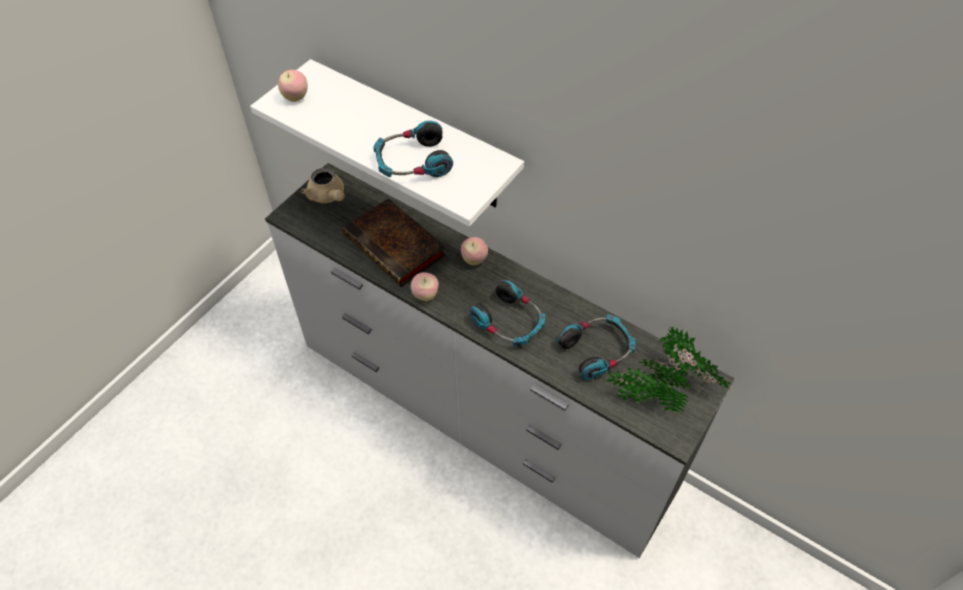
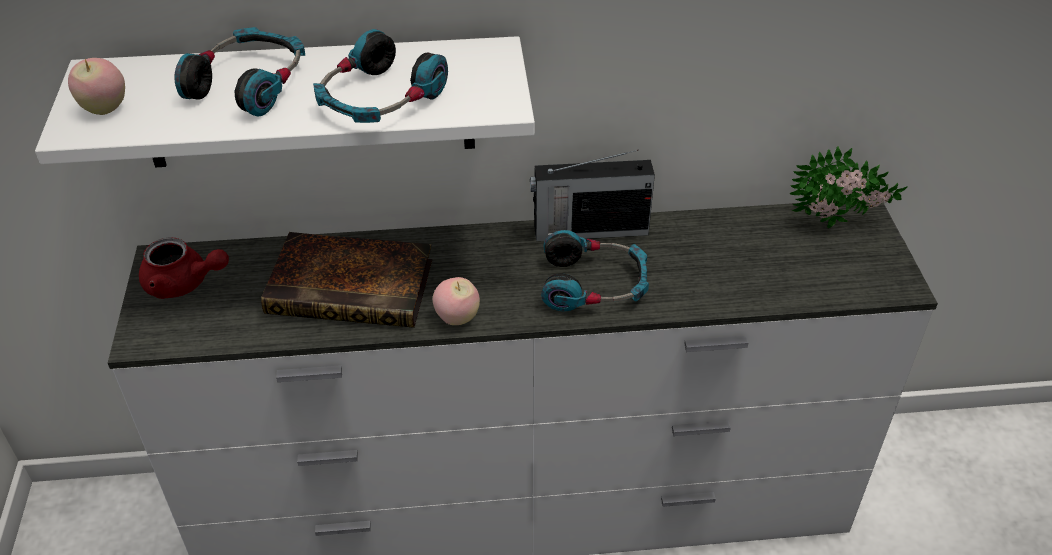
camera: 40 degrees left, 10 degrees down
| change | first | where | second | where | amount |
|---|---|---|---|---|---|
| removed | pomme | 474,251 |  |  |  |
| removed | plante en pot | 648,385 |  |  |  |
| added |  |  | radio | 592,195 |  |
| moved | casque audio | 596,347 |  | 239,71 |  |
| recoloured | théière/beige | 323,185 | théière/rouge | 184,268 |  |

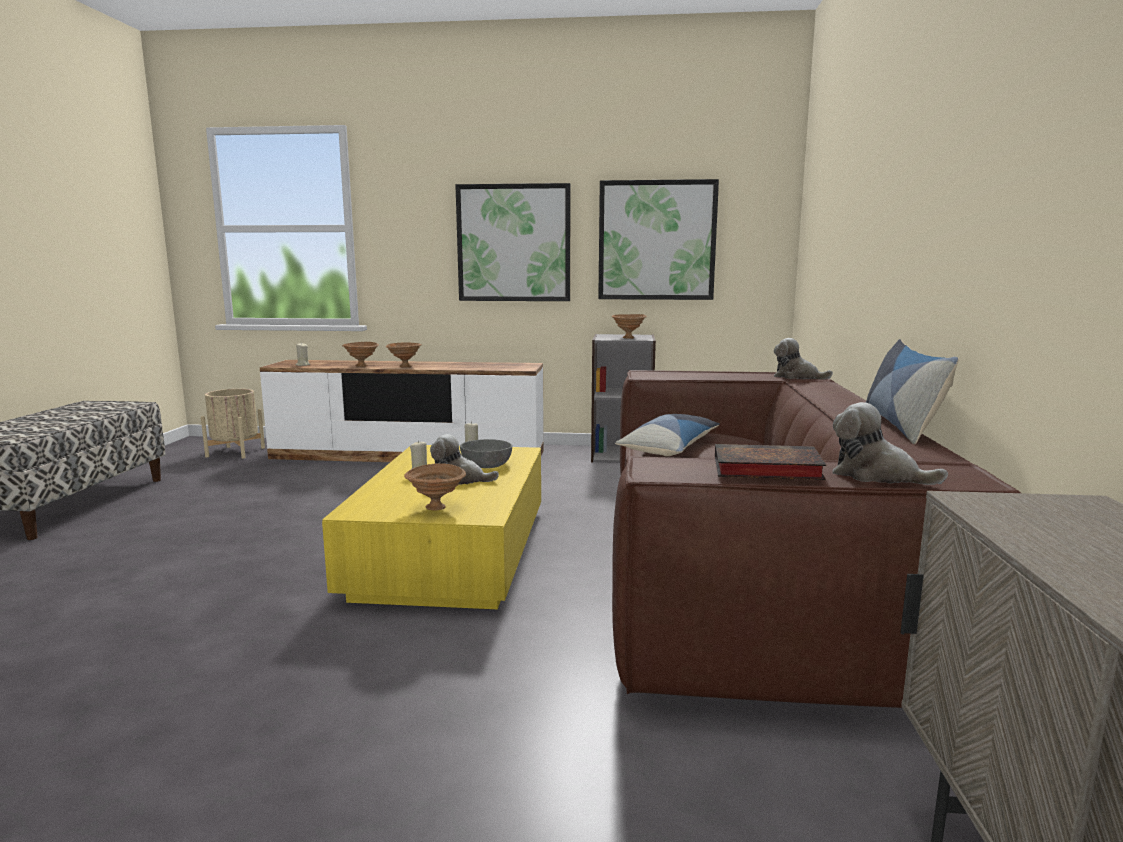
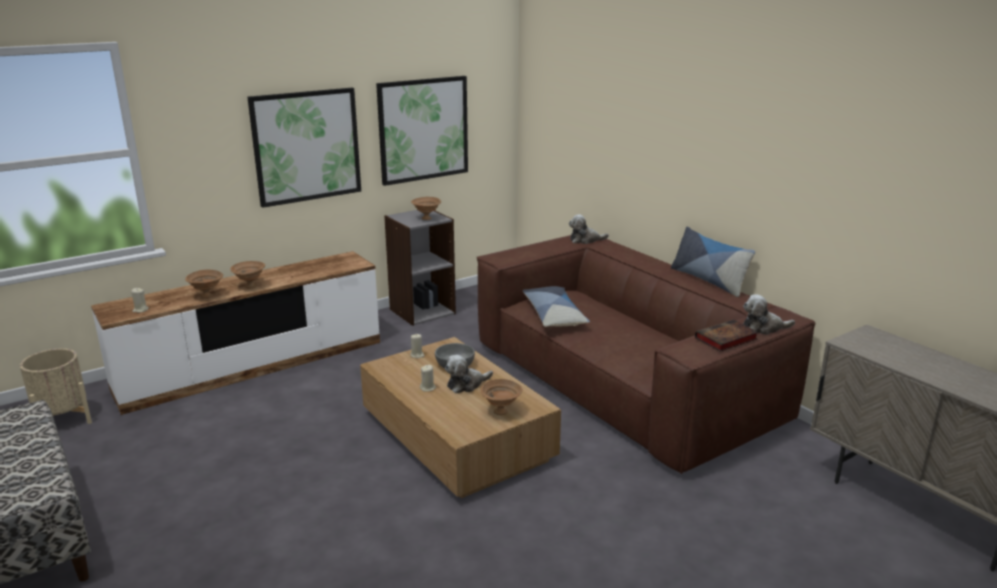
camera: 40 degrees left, 10 degrees up
| change | first | where | second | where | amount |
|---|---|---|---|---|---|
| recoloured | table basse/jaune | 431,527 | table basse/marron | 460,417 |  |

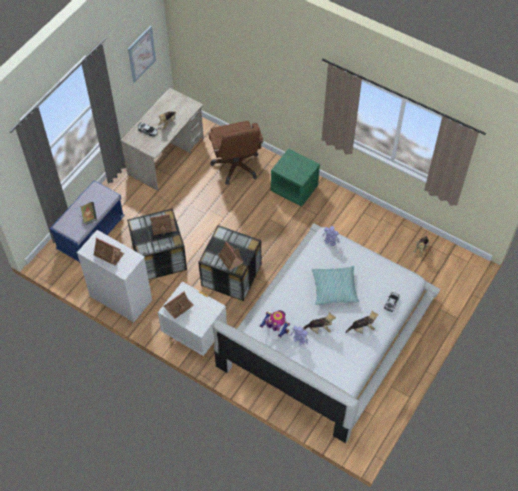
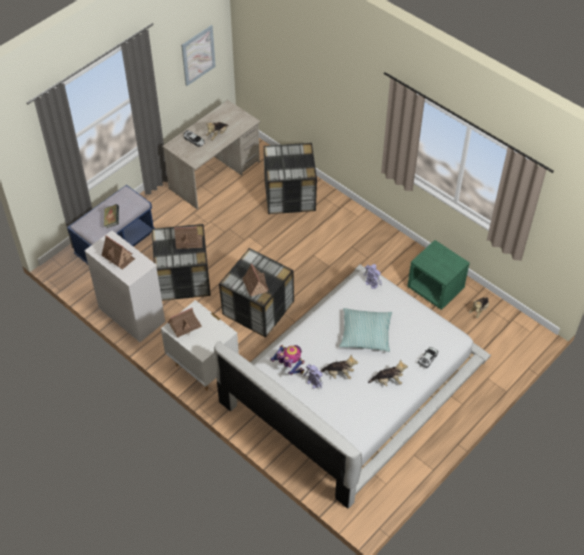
camera: 10 degrees right, 5 degrees down
| change | first | where | second | where | amount |
|---|---|---|---|---|---|
| moved | table de chevet/vert | 295,177 |  | 438,275 |  |
| replaced | chaise de bureau/marron | 236,153 | boîte de rangement | 290,178 |  |

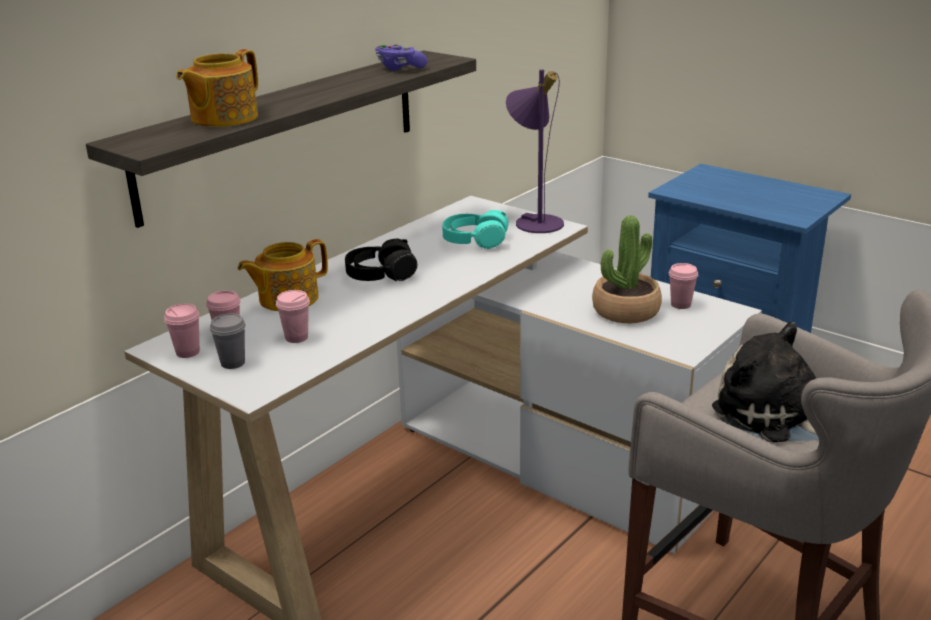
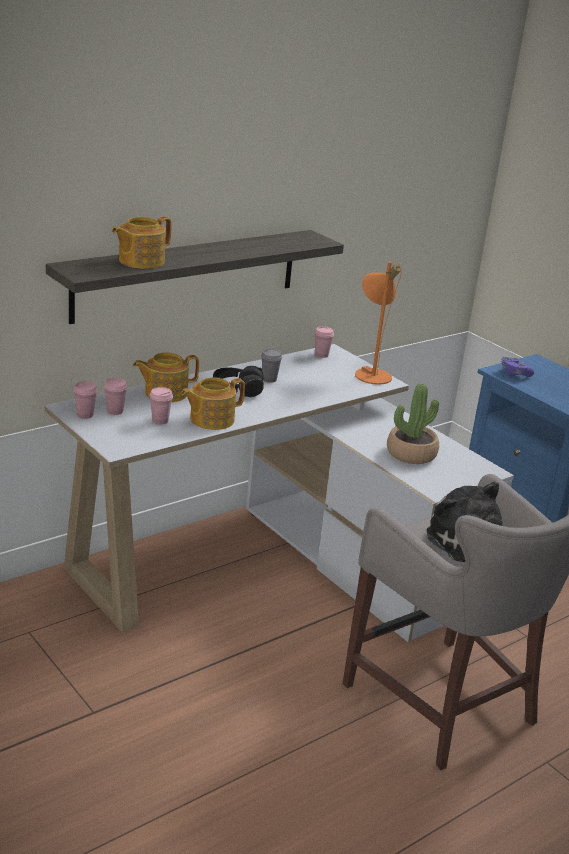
camera: 10 degrees right, 0 degrees up
| change | first | where | second | where | amount |
|---|---|---|---|---|---|
| removed | casque audio/turquoise | 475,229 |  |  |  |
| added |  |  | théière | 213,403 |  |
| moved | tasse/gris | 228,341 |  | 271,366 |  |
| moved | manette/violet | 401,57 |  | 517,367 |  |
| moved | tasse/rose | 683,286 |  | 324,342 |  |
| recoloured | lampe de table/violet | 535,151 | lampe de table/orange | 378,323 |  |

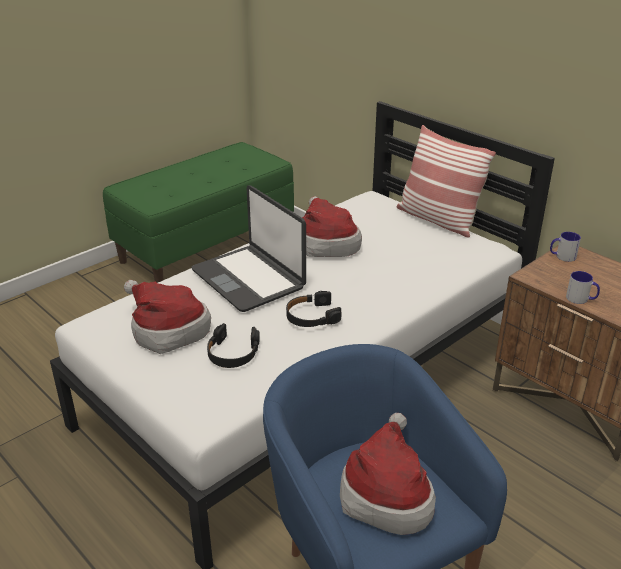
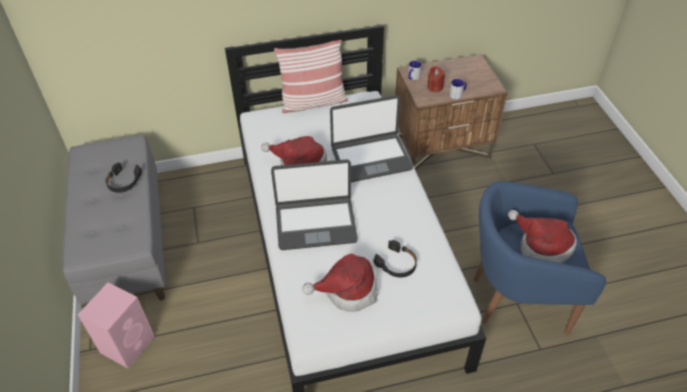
camera: 60 degrees left, 15 degrees up
| change | first | where | second | where | amount |
|---|---|---|---|---|---|
| added |  |  | enceinte/rose | 116,325 |  |
| added |  |  | ordinateur portable | 371,138 |  |
| added |  |  | bougie/rouge | 436,79 |  |
| moved | casque audio/noir | 314,309 |  | 124,177 |  |
| recoloured | banc/vert | 198,212 | banc/gris | 113,219 |  |

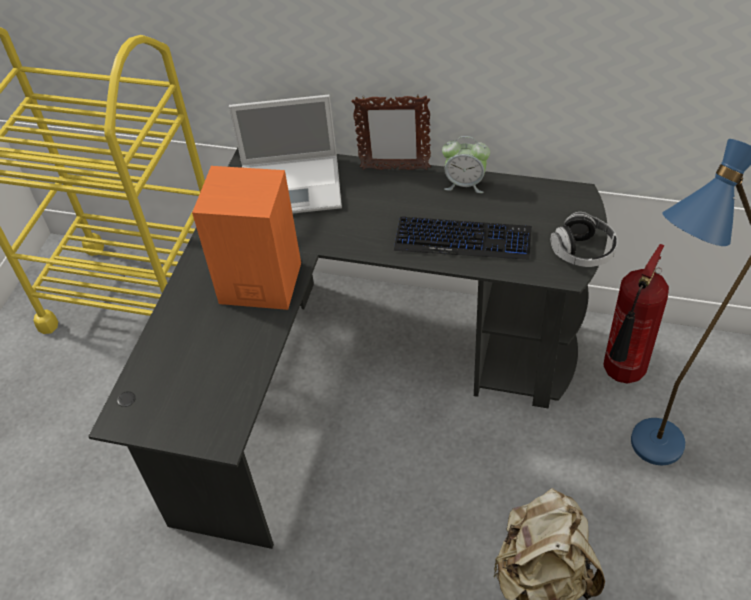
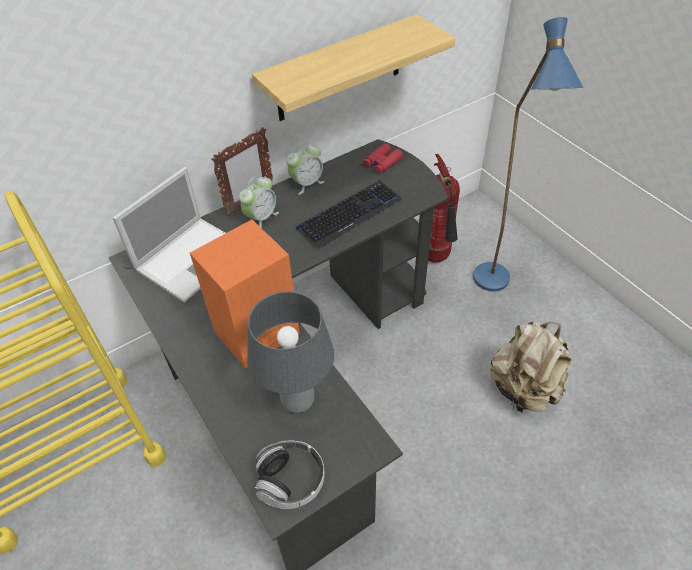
camera: 50 degrees left, 0 degrees up
| change | first | where | second | where | amount |
|---|---|---|---|---|---|
| added |  |  | réveil | 259,202 |  |
| added |  |  | lampe de table/gris | 290,352 |  |
| added |  |  | étagère | 354,67 |  |
| added |  |  | jumelles/rouge | 383,158 |  |
| moved | casque audio | 583,239 |  | 289,474 |  |

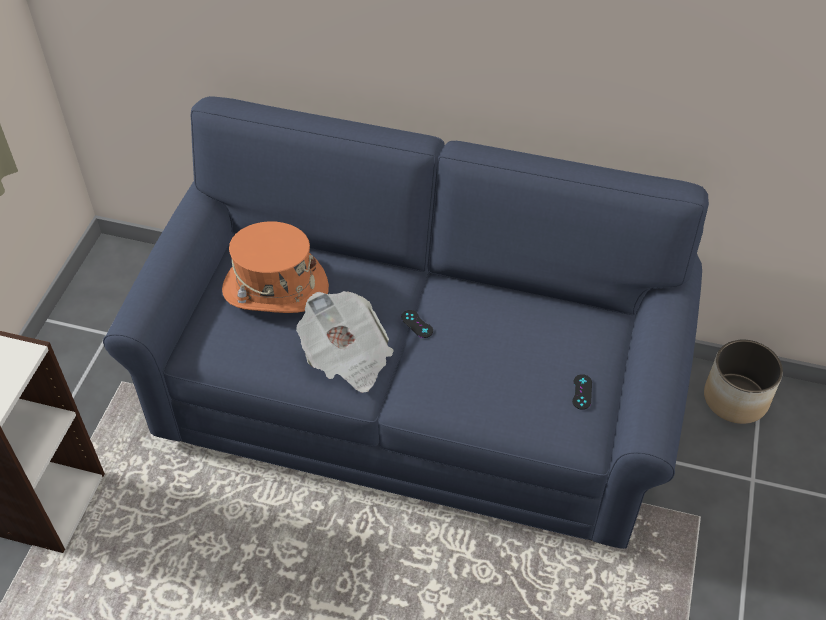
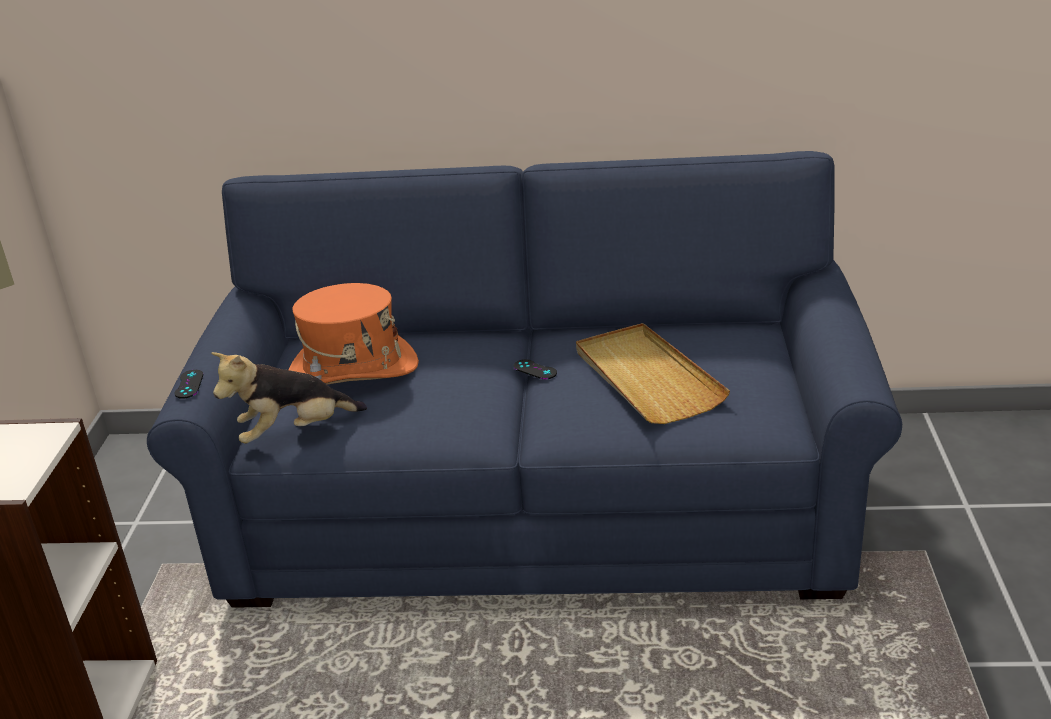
camera: 10 degrees left, 20 degrees down
| change | first | where | second | where | amount |
|---|---|---|---|---|---|
| removed | journal | 345,342 |  |  |  |
| removed | cache-pot | 743,382 |  |  |  |
| added |  |  | peluche | 289,398 |  |
| added |  |  | plateau/beige | 653,373 |  |
| moved | manette/noir | 582,392 |  | 188,384 |  |

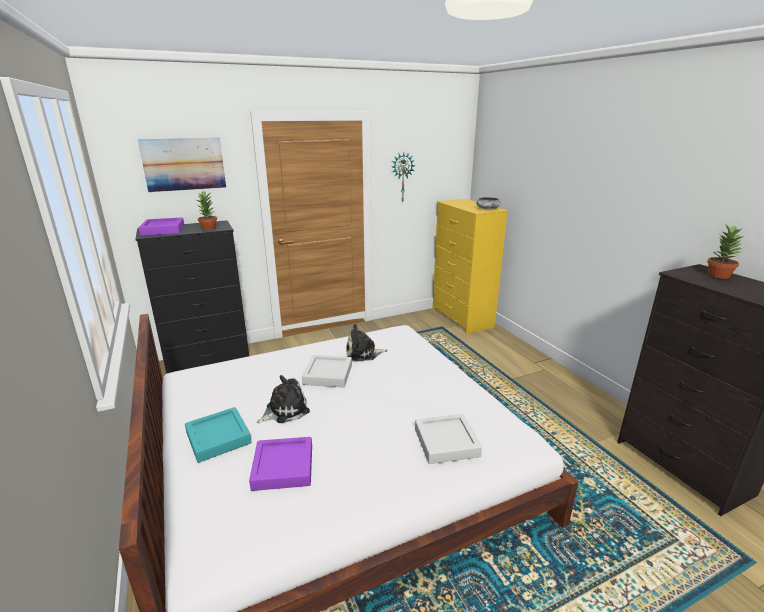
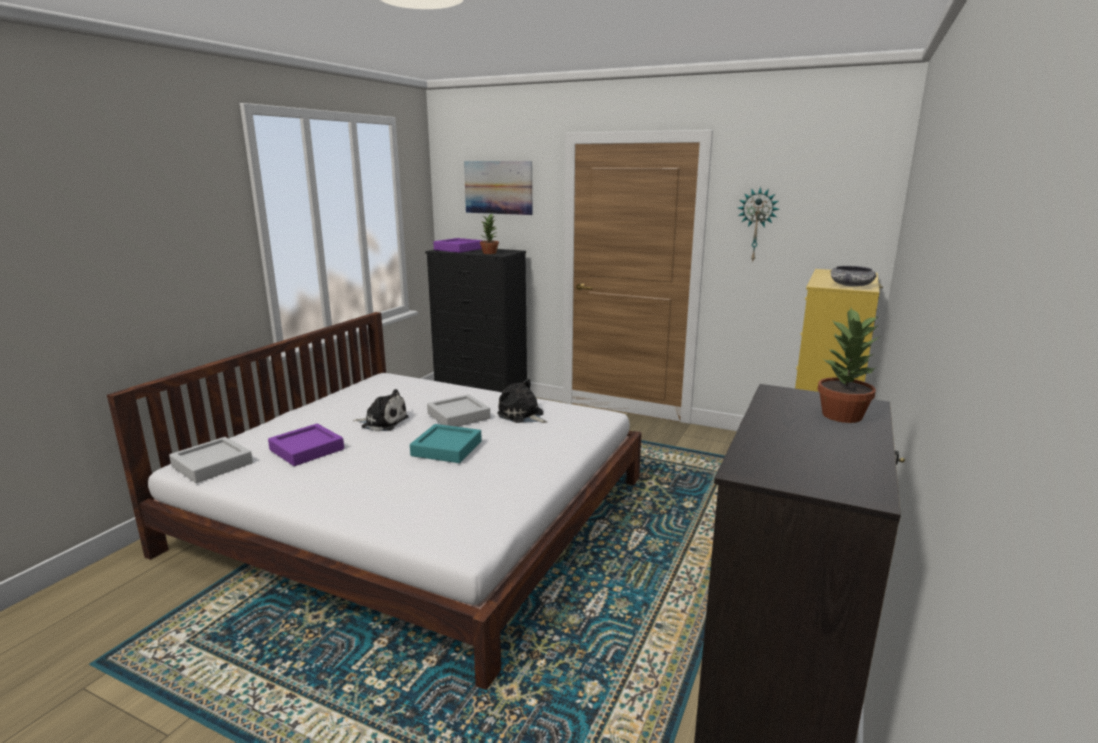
camera: 50 degrees right, 5 degrees down
| change | first | where | second | where | amount |
|---|---|---|---|---|---|
| moved | plateau/turquoise | 218,435 |  | 446,443 |  |
| moved | plateau/gris | 448,439 |  | 211,460 |  |

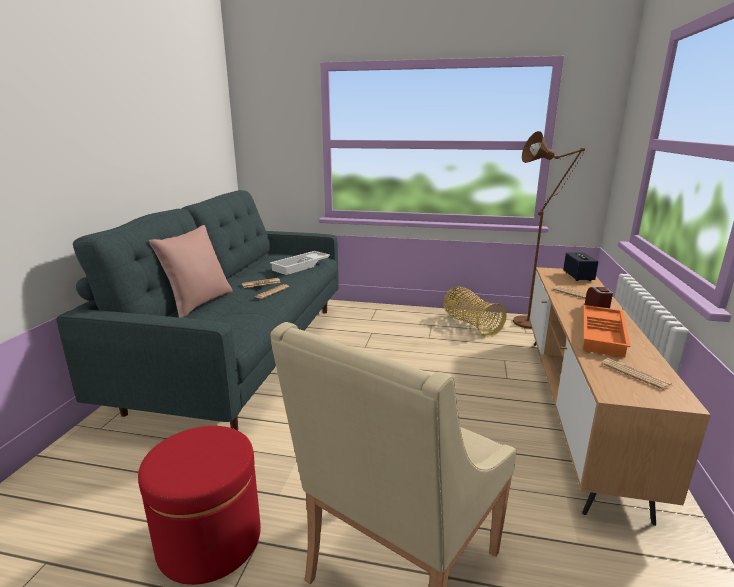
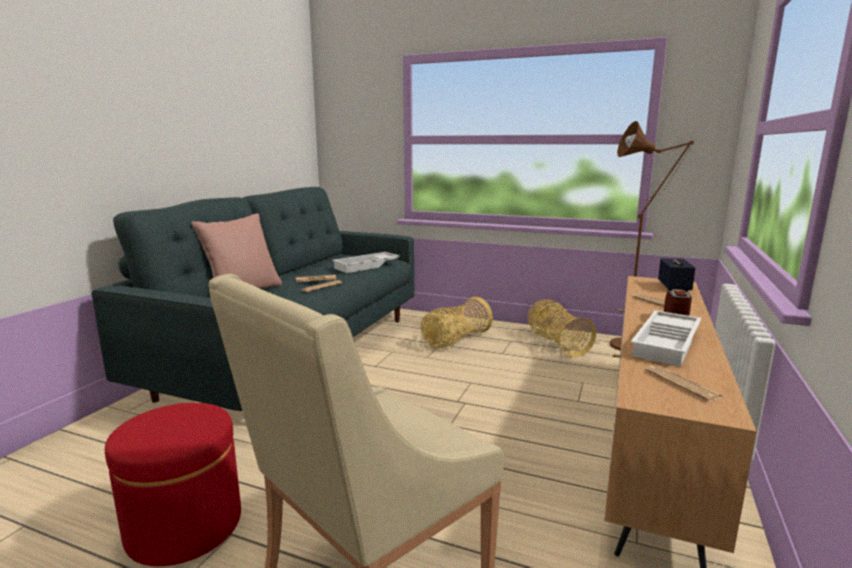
camera: 10 degrees right, 5 degrees down
| change | first | where | second | where | amount |
|---|---|---|---|---|---|
| added |  |  | panier | 457,322 |  |
| recoloured | plateau/orange | 606,331 | plateau/blanc | 666,338 |  |

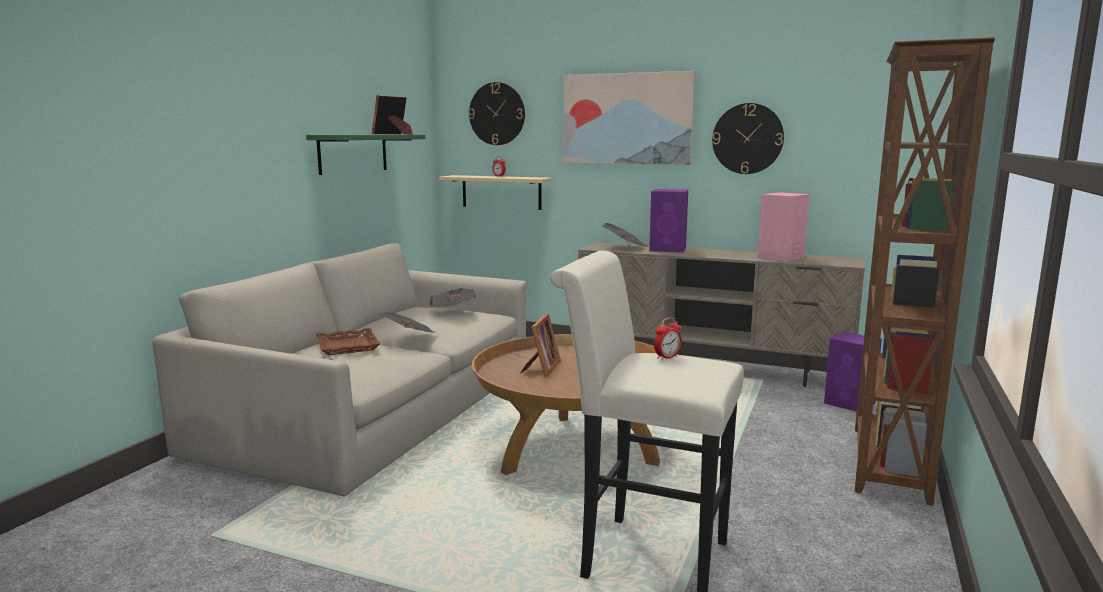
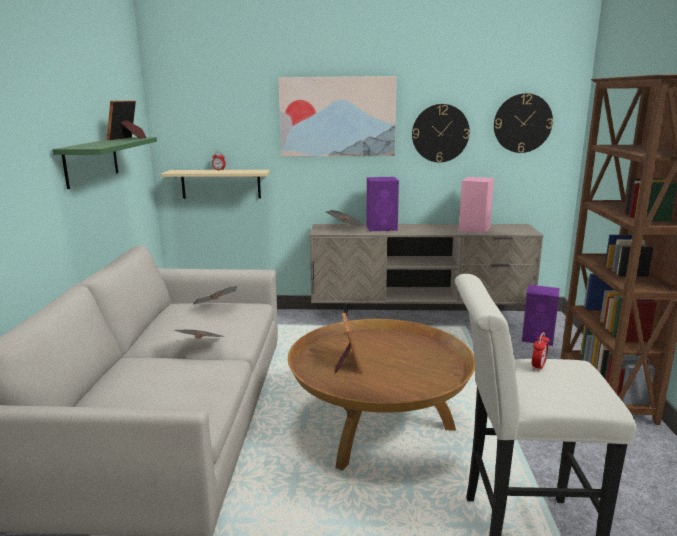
camera: 20 degrees left, 5 degrees up
| change | first | where | second | where | amount |
|---|---|---|---|---|---|
| removed | plateau/marron | 348,341 |  |  |  |
| moved | horloge murale | 496,113 |  | 523,123 |  |

